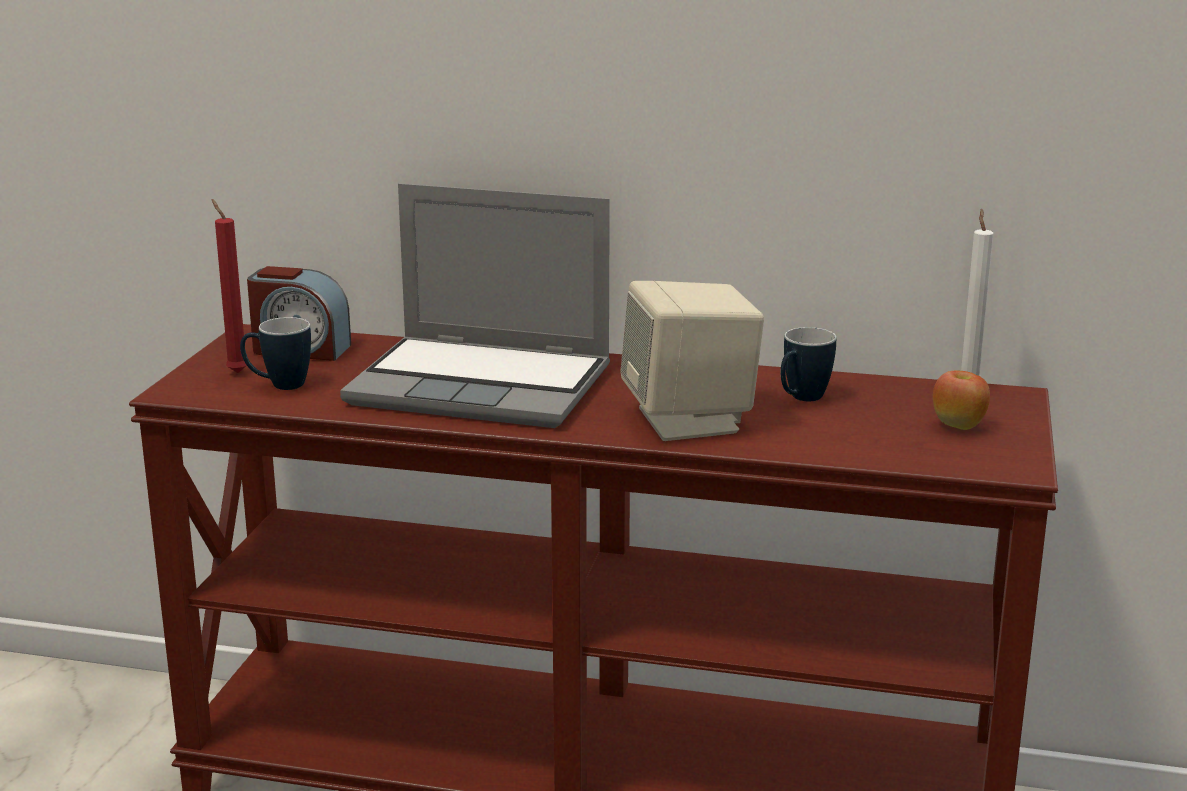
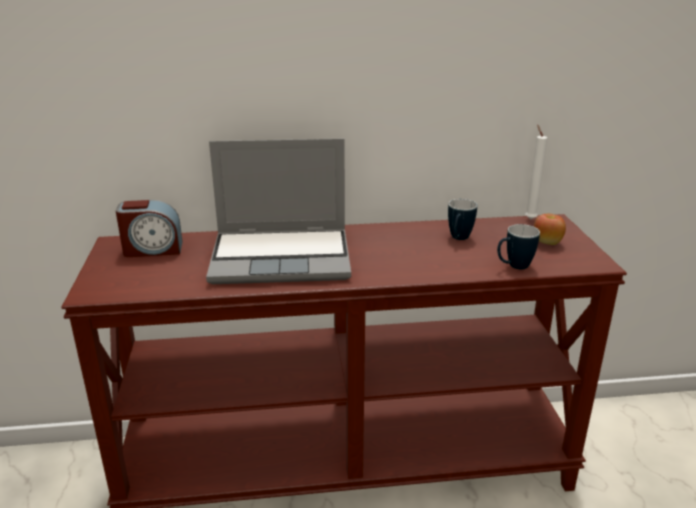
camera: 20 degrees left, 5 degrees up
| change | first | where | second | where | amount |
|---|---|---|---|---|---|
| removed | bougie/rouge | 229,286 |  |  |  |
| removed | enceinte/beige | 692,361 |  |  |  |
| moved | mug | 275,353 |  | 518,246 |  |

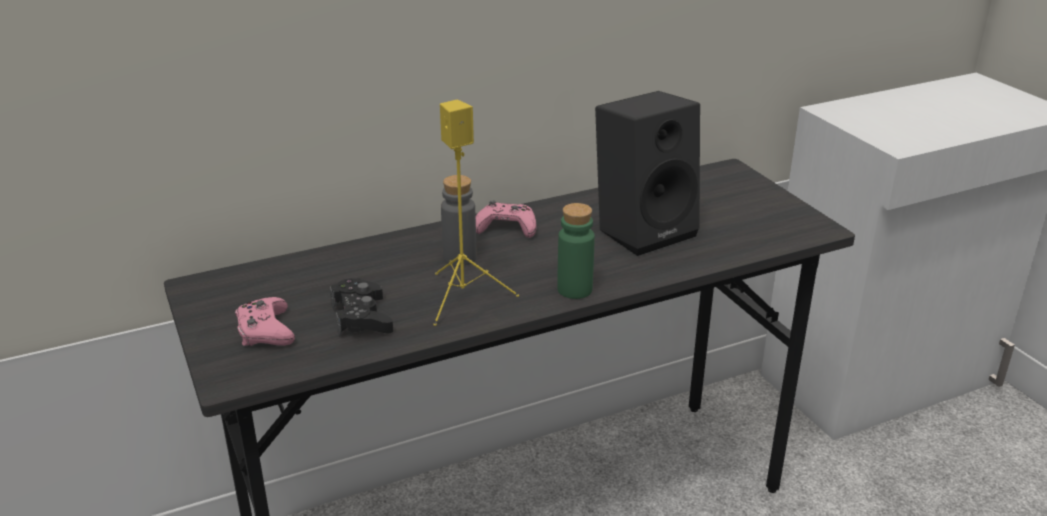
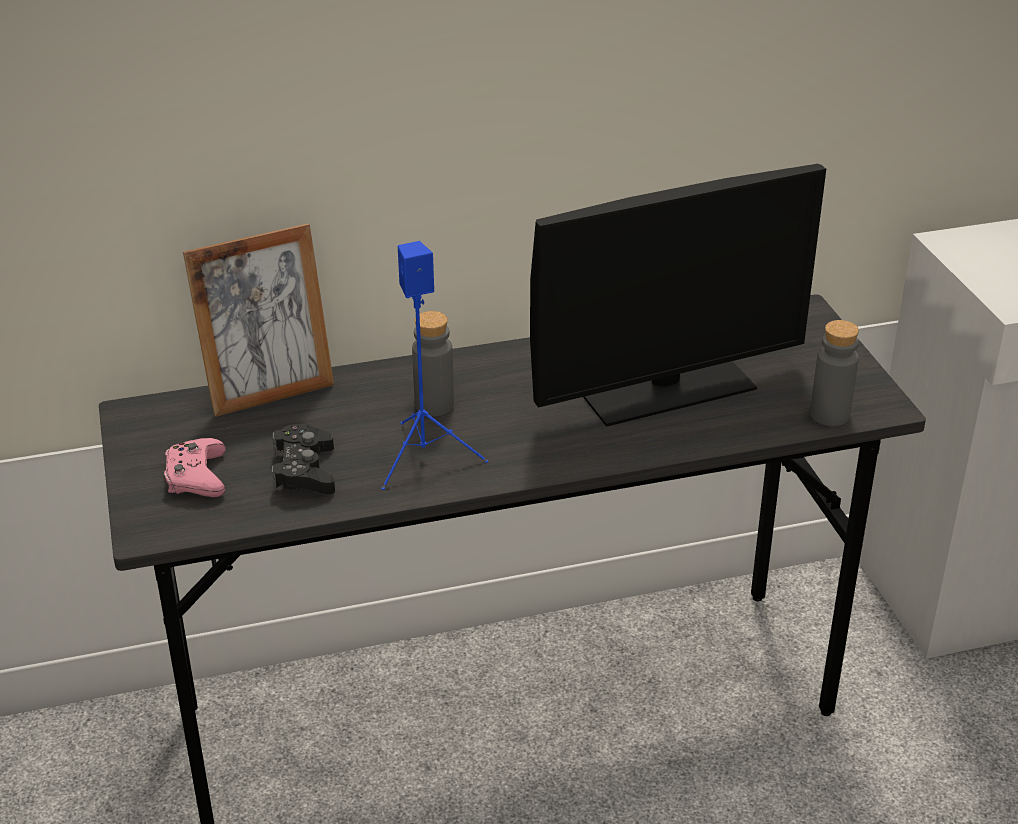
camera: 10 degrees right, 5 degrees up
| change | first | where | second | where | amount |
|---|---|---|---|---|---|
| removed | manette/rose | 506,219 |  |  |  |
| removed | bouteille/vert | 576,251 |  |  |  |
| added |  |  | cadre photo | 258,320 |  |
| added |  |  | bouteille/gris | 834,373 |  |
| replaced | enceinte/noir | 647,173 | écran d'ordinateur | 678,295 |  |
| recoloured | enceinte/jaune | 476,212 | enceinte/bleu | 434,365 |  |

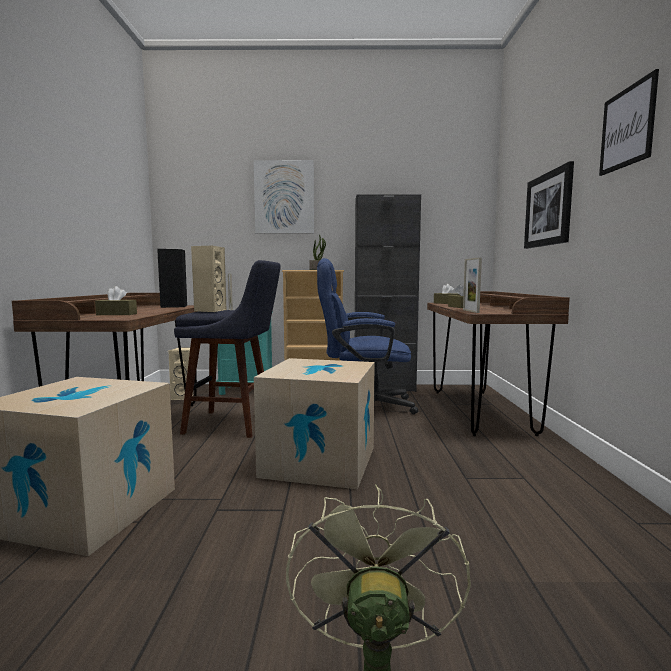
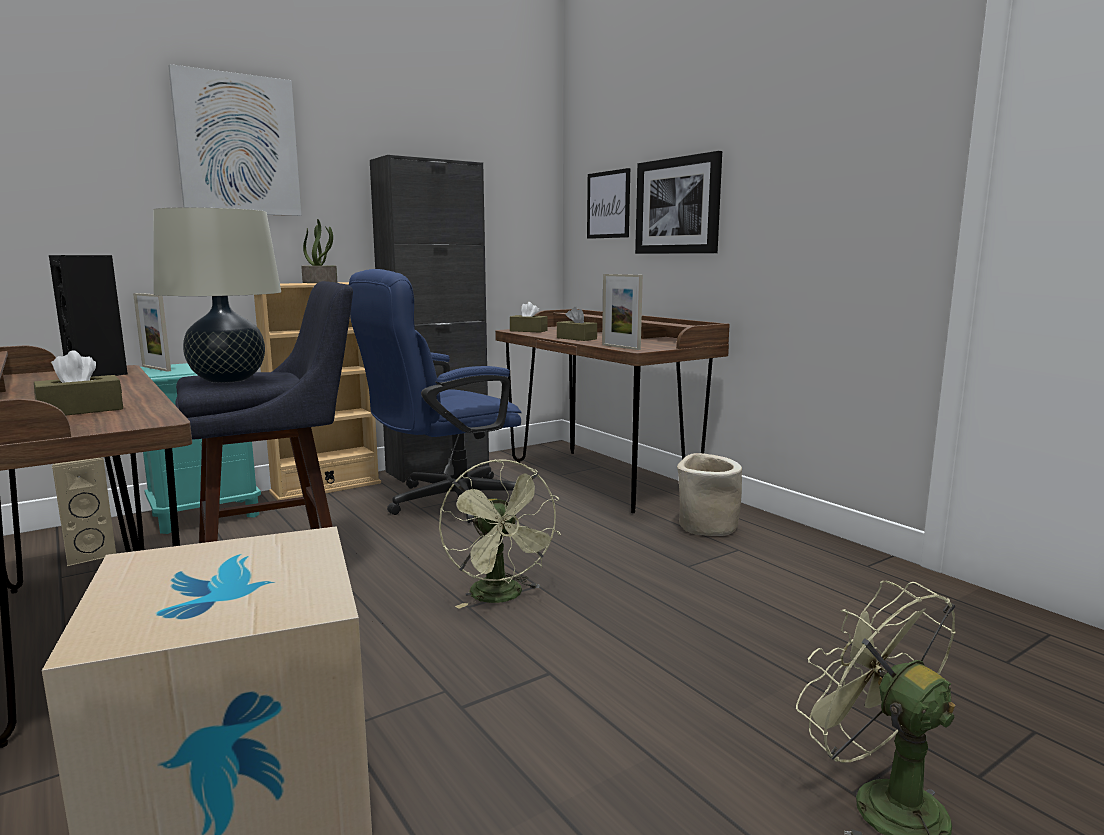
camera: 35 degrees left, 5 degrees up
| change | first | where | second | where | amount |
|---|---|---|---|---|---|
| added |  |  | cache-pot/beige | 709,494 |  |
| moved | tableau | 629,122 |  | 608,203 |  |
| replaced | enceinte/beige | 208,278 | lampe de table/beige | 217,295 |  |
| replaced | carton | 314,423 | ventilateur/vert | 500,534 |  |

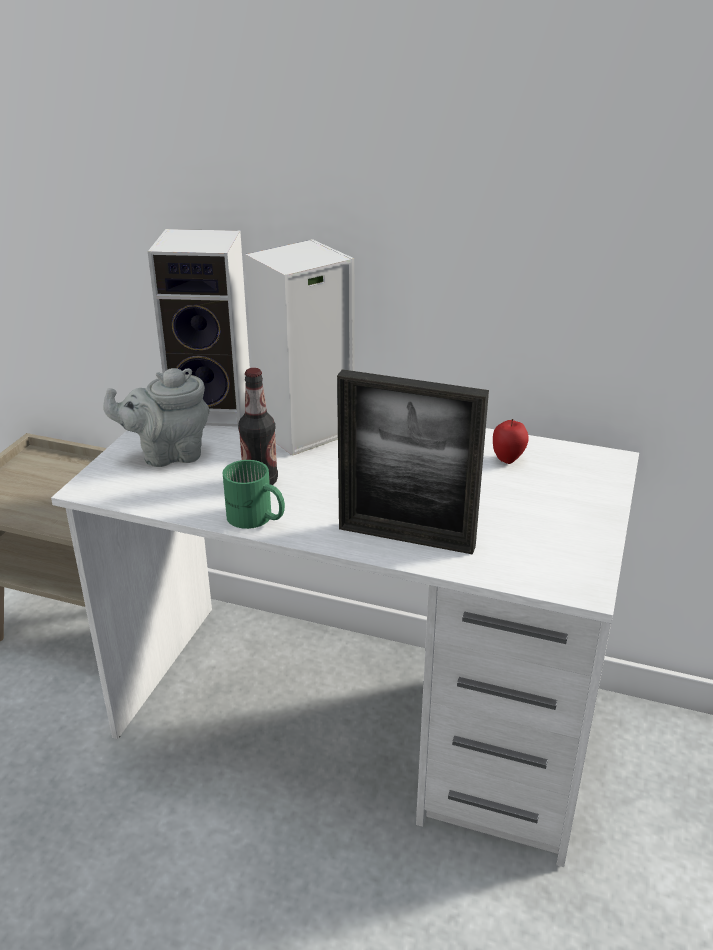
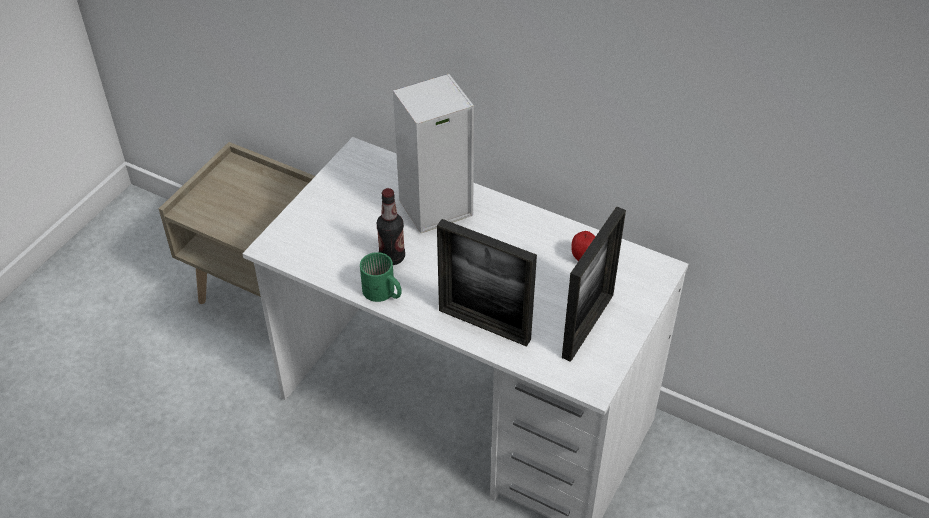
camera: 10 degrees right, 15 degrees up
| change | first | where | second | where | amount |
|---|---|---|---|---|---|
| removed | théière/gris | 156,417 |  |  |  |
| removed | enceinte | 199,328 |  |  |  |
| added |  |  | cadre photo | 594,284 |  |

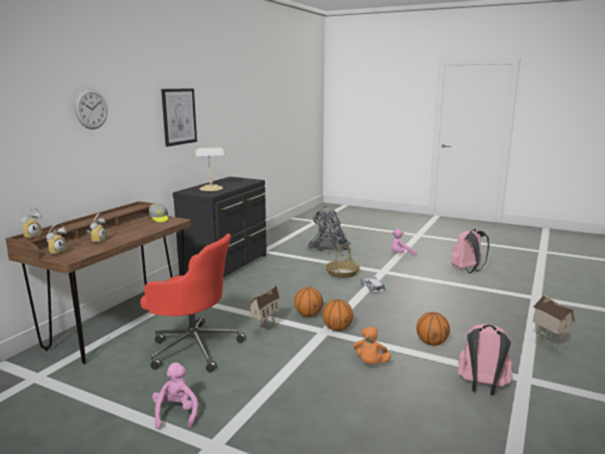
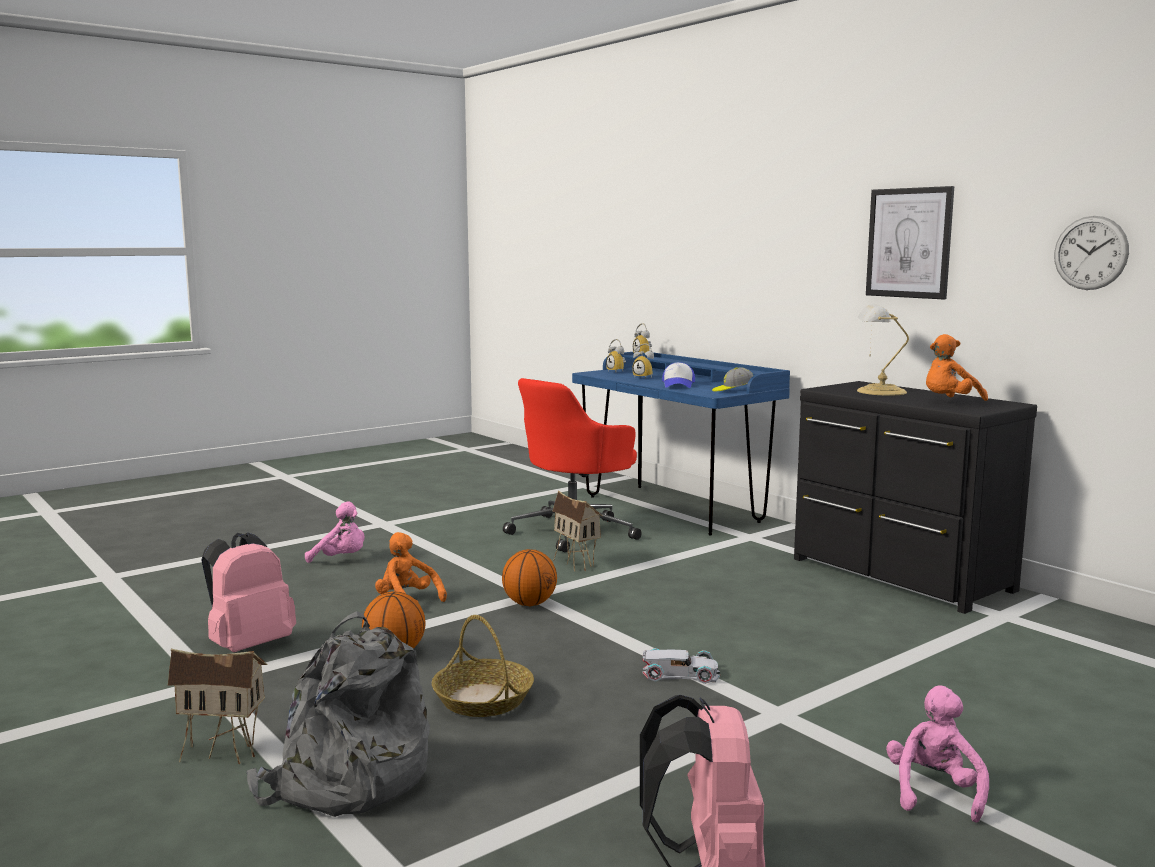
camera: 115 degrees right, 5 degrees down
| change | first | where | second | where | amount |
|---|---|---|---|---|---|
| removed | ballon de basket | 308,302 |  |  |  |
| added |  |  | casquette | 678,375 |  |
| added |  |  | peluche/orange | 957,367 |  |
| moved | horloge murale | 91,109 |  | 1091,253 |  |
| moved | peluche/rose | 175,395 |  | 335,532 |  |
| moved | sac à dos/gris | 329,231 |  | 338,714 |  |
| moved | panier | 342,261 |  | 483,666 |  |
| recoloured | bureau/marron | 98,282 | bureau/bleu | 681,444 |  |

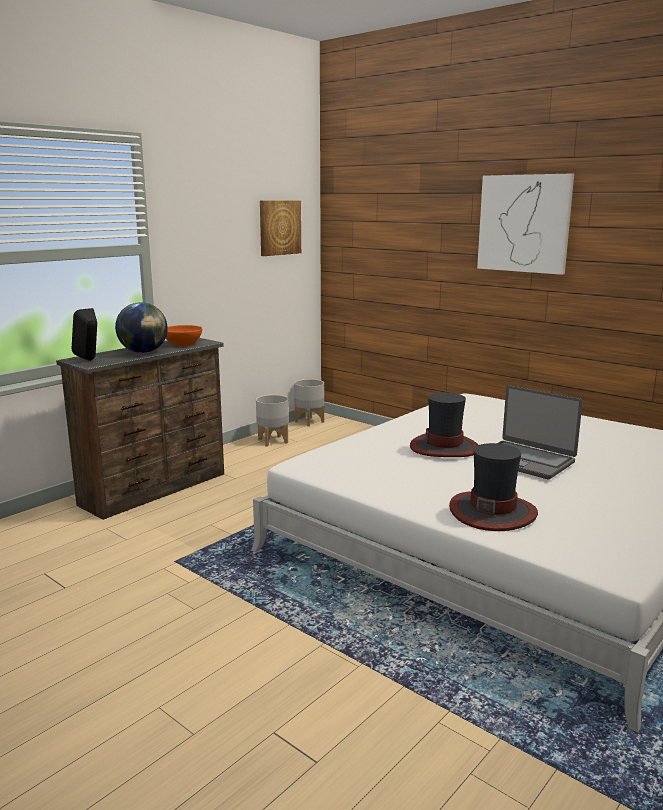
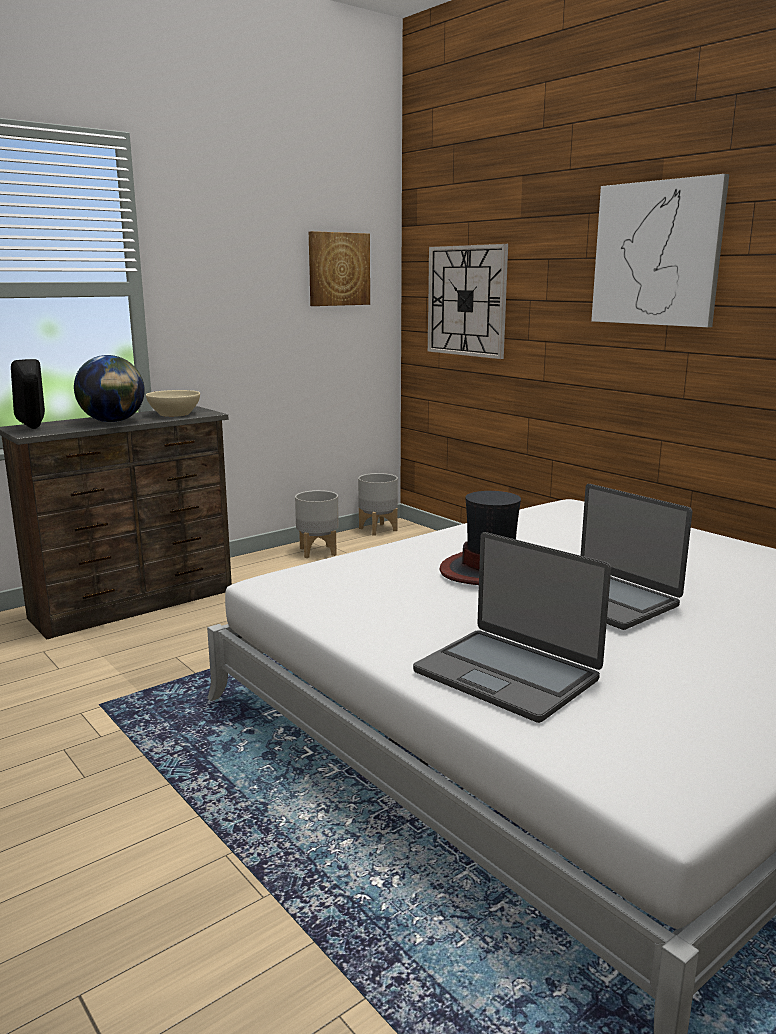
camera: 10 degrees right, 0 degrees up
| change | first | where | second | where | amount |
|---|---|---|---|---|---|
| added |  |  | horloge murale | 468,301 |  |
| replaced | chapeau | 493,487 | ordinateur portable | 512,627 |  |
| recoloured | bol/orange | 184,335 | bol/beige | 173,403 |  |

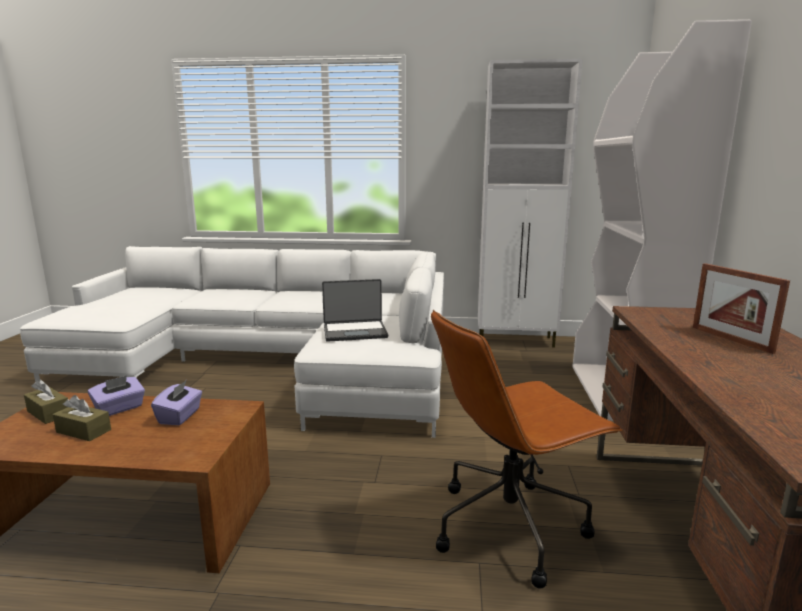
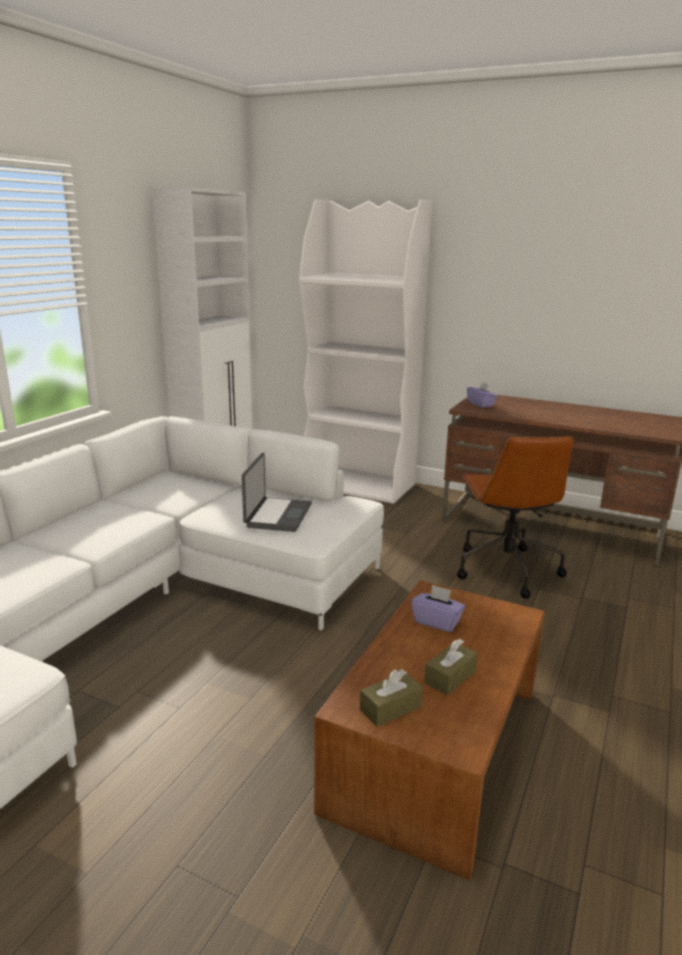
camera: 70 degrees left, 5 degrees up
| change | first | where | second | where | amount |
|---|---|---|---|---|---|
| removed | cadre photo | 741,308 |  |  |  |
| moved | boîte à mouchoirs/violet | 116,396 |  | 482,394 |  |

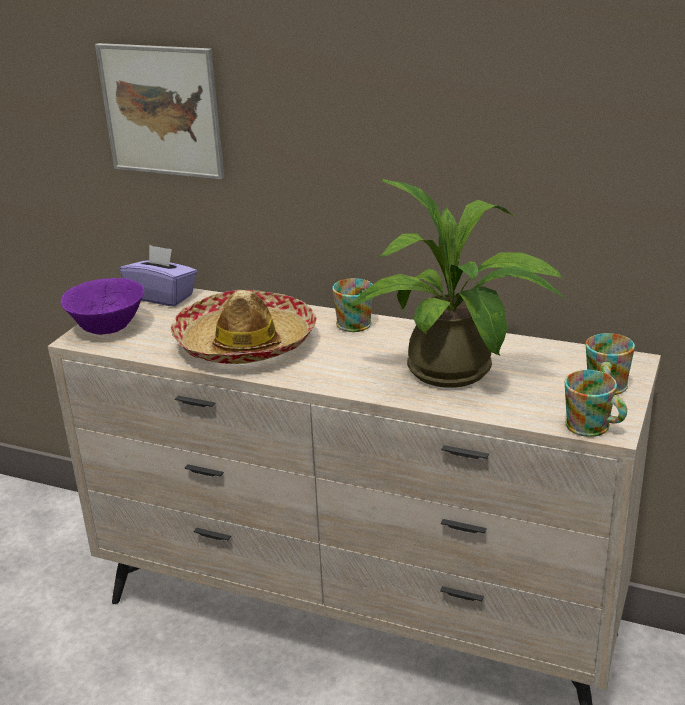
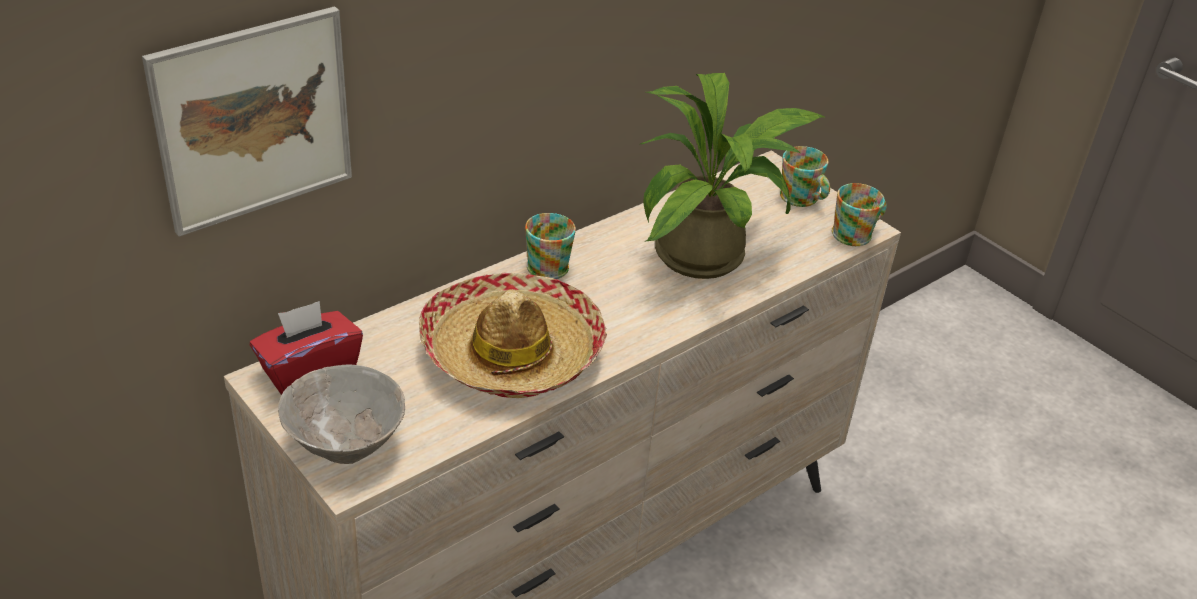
camera: 65 degrees left, 10 degrees up
| change | first | where | second | where | amount |
|---|---|---|---|---|---|
| recoloured | bol/violet | 102,306 | bol/gris | 341,414 |  |
| recoloured | boîte à mouchoirs/violet | 158,276 | boîte à mouchoirs/rouge | 306,348 |  |

